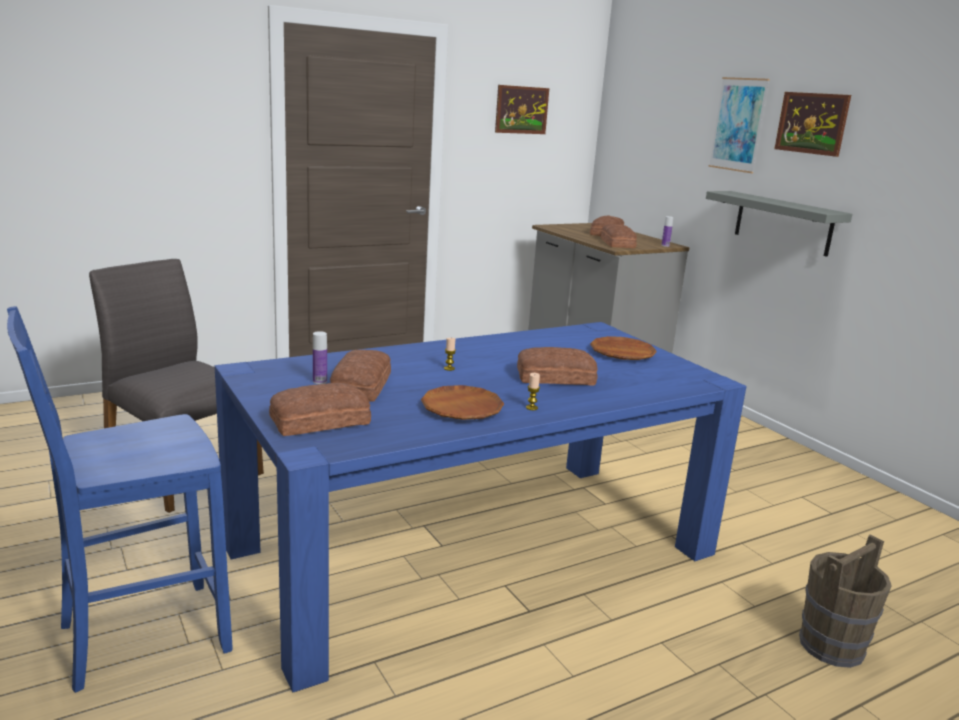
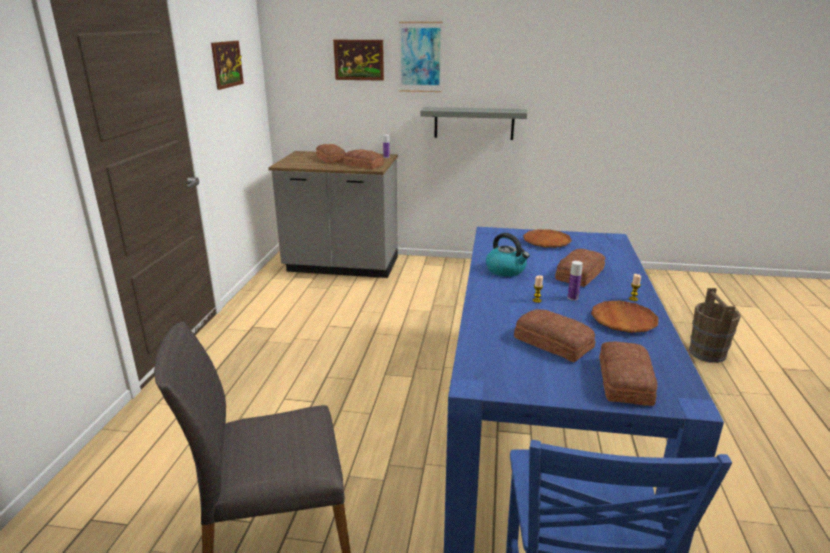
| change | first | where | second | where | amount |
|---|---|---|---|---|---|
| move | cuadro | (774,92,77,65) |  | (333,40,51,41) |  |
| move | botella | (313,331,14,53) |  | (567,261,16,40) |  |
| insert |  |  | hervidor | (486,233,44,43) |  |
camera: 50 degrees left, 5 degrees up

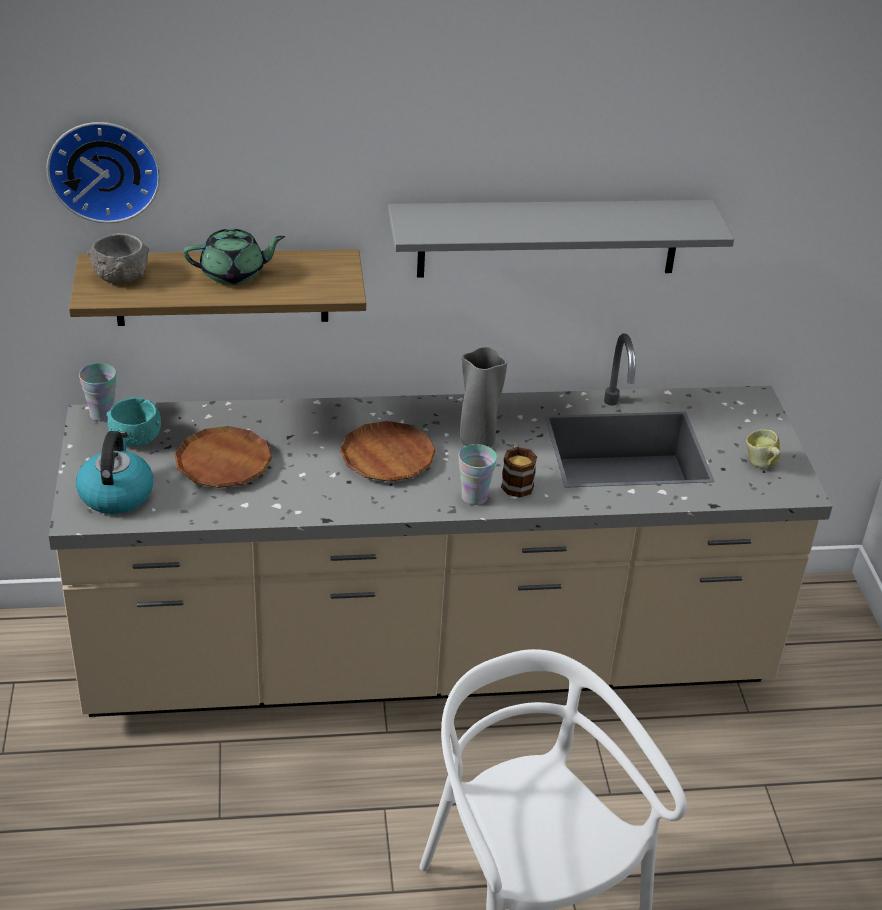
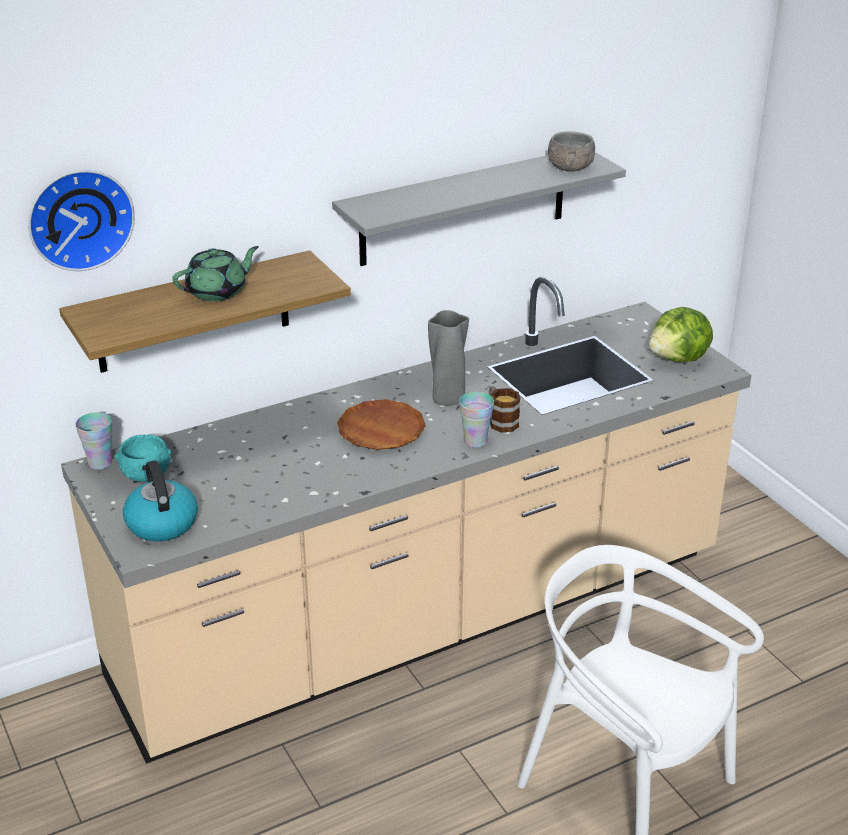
| change | first | where | second | where | amount |
|---|---|---|---|---|---|
| move | cuenco [gris] | (87,233,62,50) |  | (548,131,47,41) |  |
| delete | plato [marrón] | (174,426,98,62) |  |  |  |
| replace | taza grande | (746,429,34,39) | lechuga | (649,307,64,55) |  |
camera: 20 degrees left, 5 degrees down

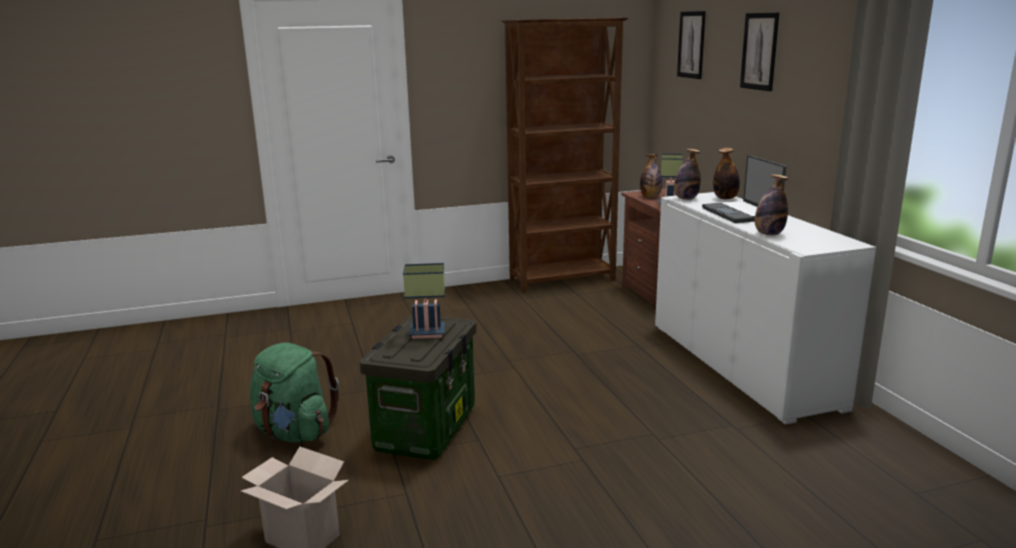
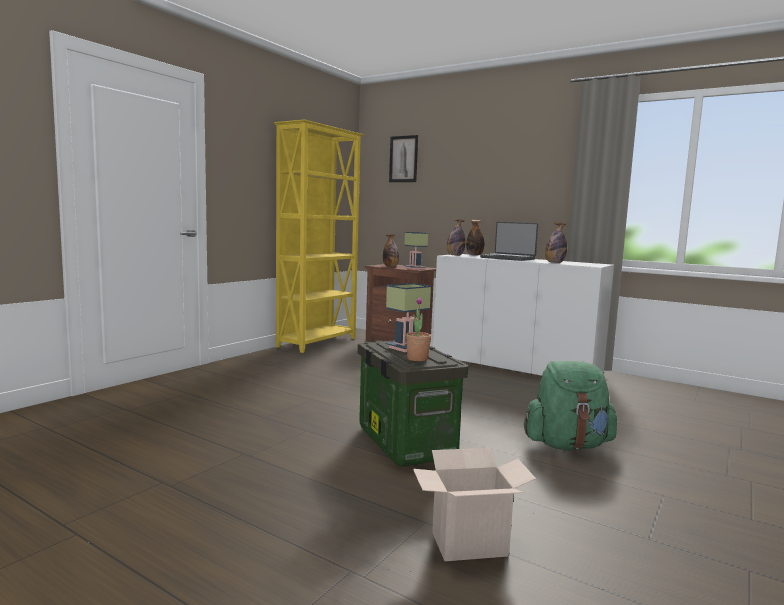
| change | first | where | second | where | amount |
|---|---|---|---|---|---|
| delete | cuadro | (740,13,39,78) |  |  |  |
| recolor | estantería [marrón] | (501,18,127,275) | estantería [amarillo] | (274,119,90,234) |  |
| move | mochila [verde] | (250,343,89,99) |  | (524,361,94,89) |  |
| insert |  |  | planta en maceta | (406,297,25,64) |  |
camera: 40 degrees left, 10 degrees down

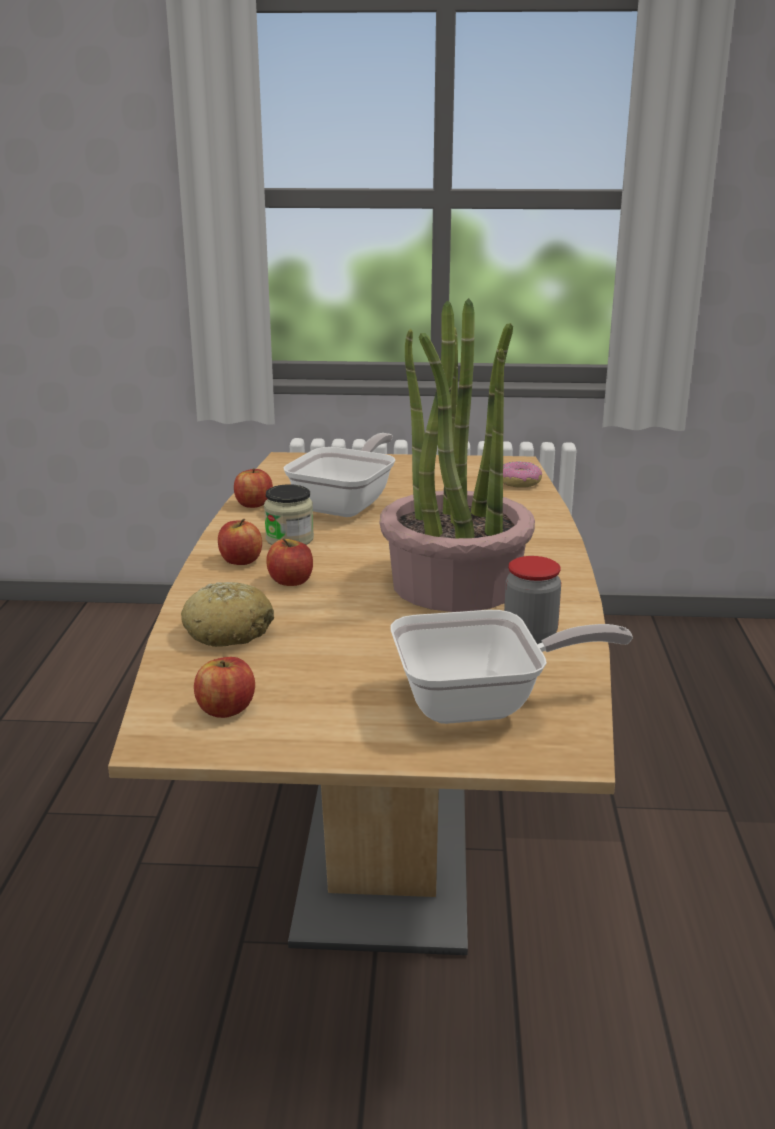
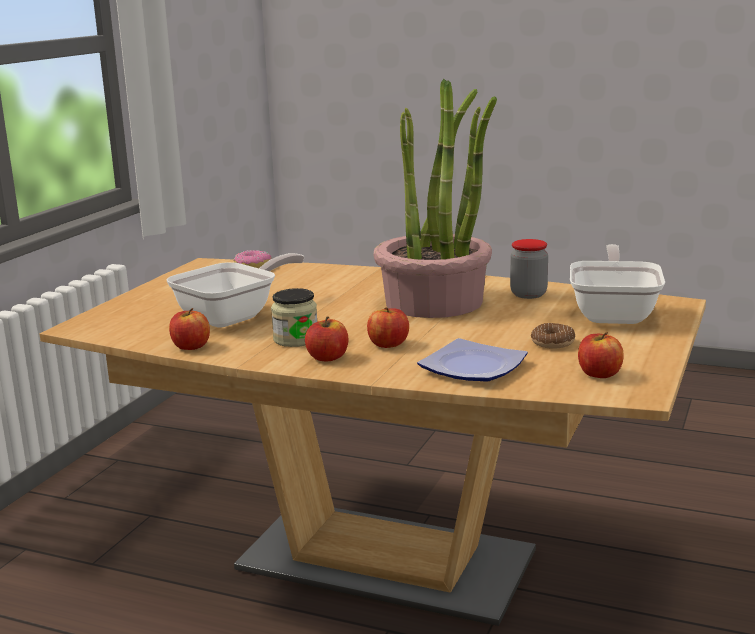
| change | first | where | second | where | amount |
|---|---|---|---|---|---|
| rotate | sartén | (283,433,112,84) |  | (167,253,137,75) | 90 degrees clockwise |
| replace | pan | (181,582,93,65) | plato | (417,338,111,44) |  |
| insert |  |  | rosquilla | (531,323,44,26) |  |
camera: 70 degrees left, 5 degrees down

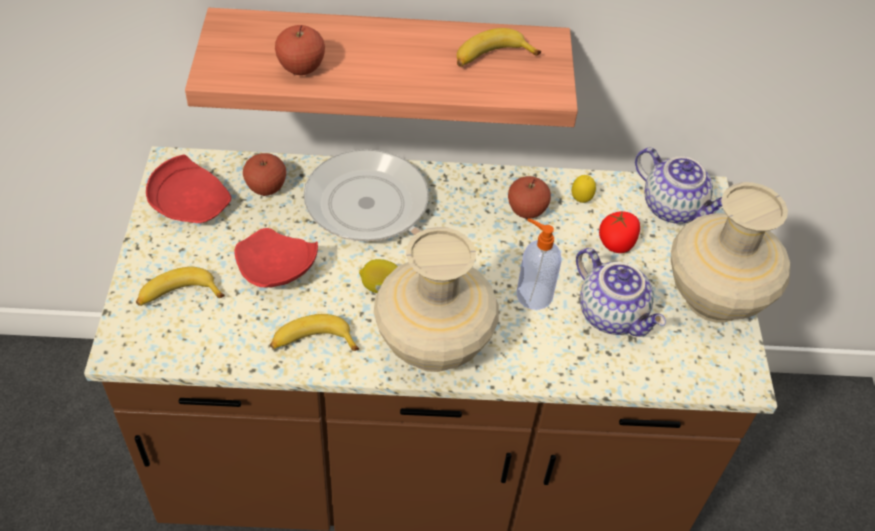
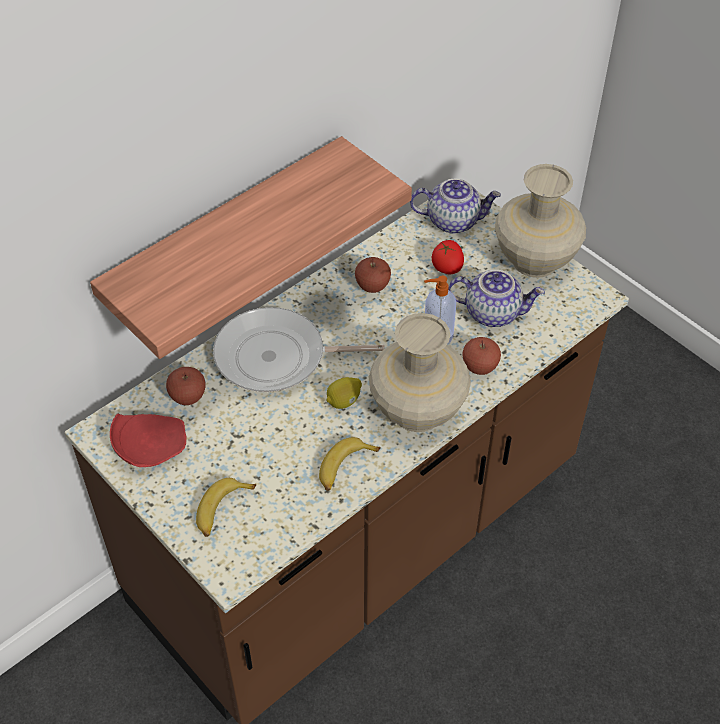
| change | first | where | second | where | amount |
|---|---|---|---|---|---|
| move | manzana | (275,25,50,50) |  | (462,337,39,38) |  |
| delete | plátano | (457,28,84,39) |  |  |  |
| delete | limón | (572,175,24,28) |  |  |  |
| delete | plato [rojo] | (234,228,84,60) |  |  |  |
camera: 40 degrees left, 0 degrees up

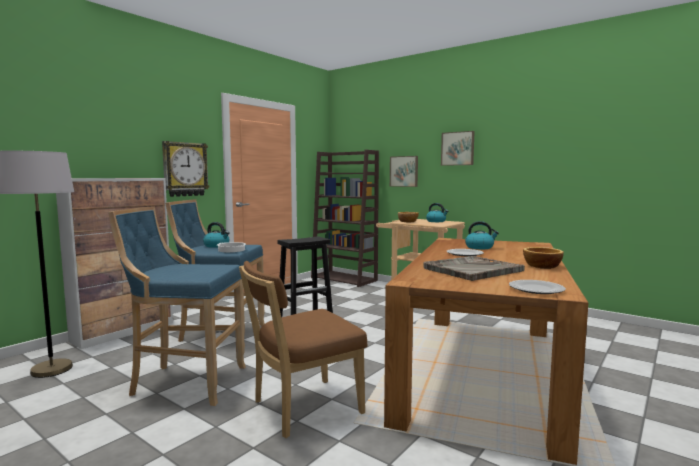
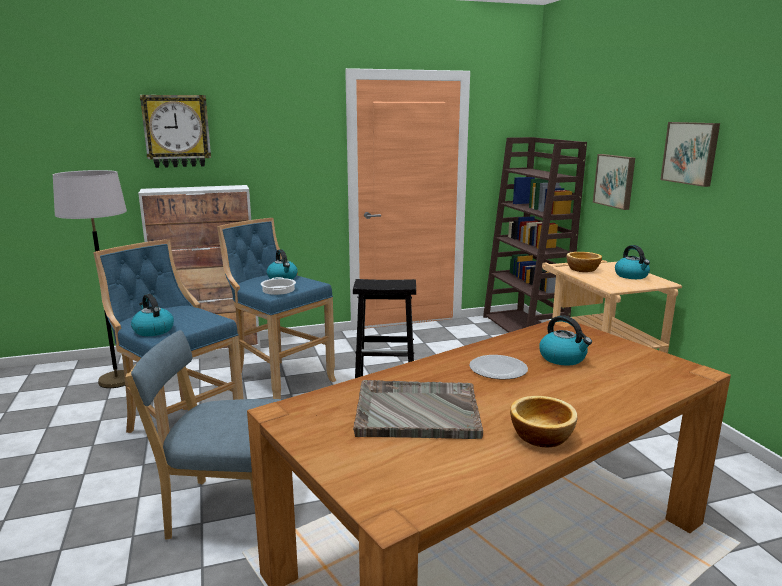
| change | first | where | second | where | amount |
|---|---|---|---|---|---|
| move | reloj de pared | (162,141,48,56) |  | (140,95,71,73) |  |
| recolor | silla [marrón] | (239,261,129,177) | silla [azul] | (126,330,157,210) |  |
| delete | plato | (509,280,57,14) |  |  |  |
| insert |  |  | hervidor | (131,294,43,42) |  |
camera: 35 degrees right, 10 degrees up

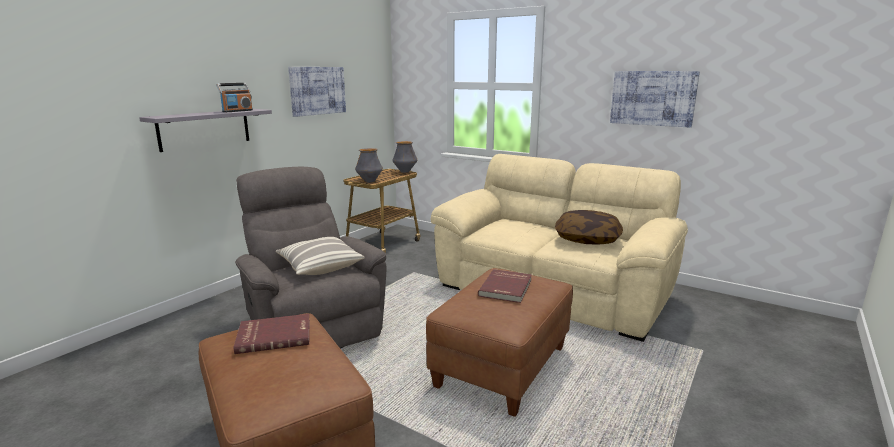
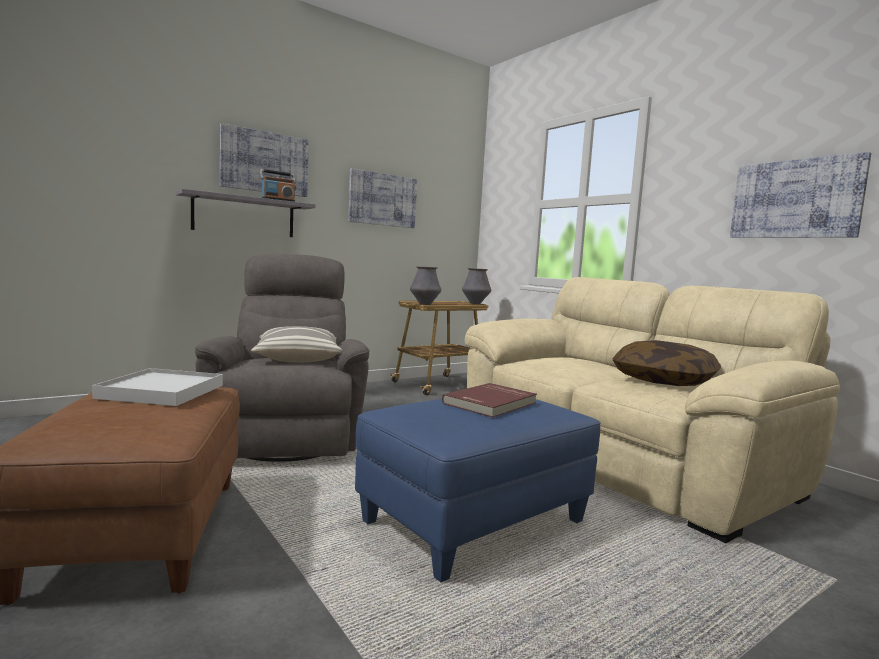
| change | first | where | second | where | amount |
|---|---|---|---|---|---|
| recolor | puf [marrón] | (426,268,147,149) | puf [azul] | (355,399,245,183) |  |
| replace | libro [rojo] | (234,314,76,40) | bandeja [blanco] | (92,368,131,38) |  |
| insert |  |  | cuadro | (220,123,89,74) |  |
camera: 20 degrees right, 10 degrees down

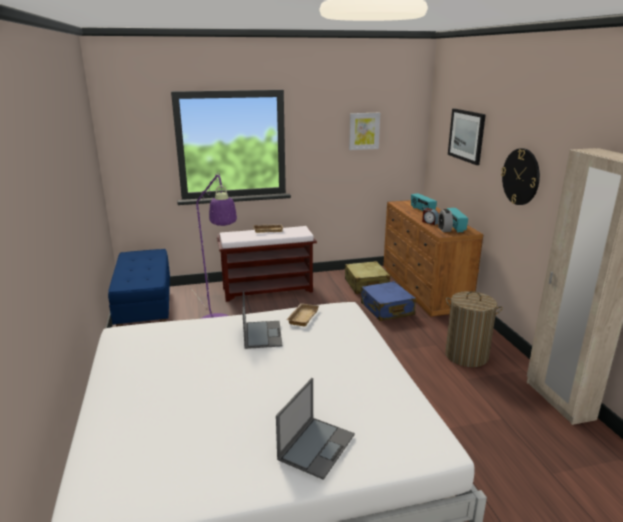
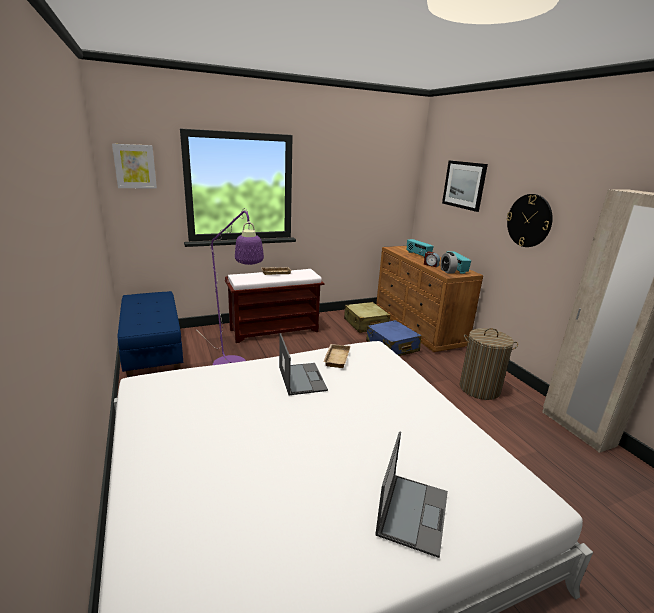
| change | first | where | second | where | amount |
|---|---|---|---|---|---|
| move | cuadro | (349,113,31,37) |  | (112,144,45,44) |  |
camera: 10 degrees left, 0 degrees up

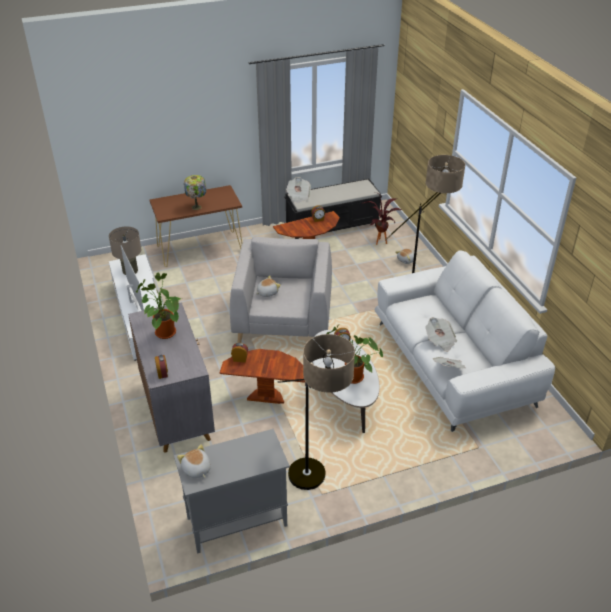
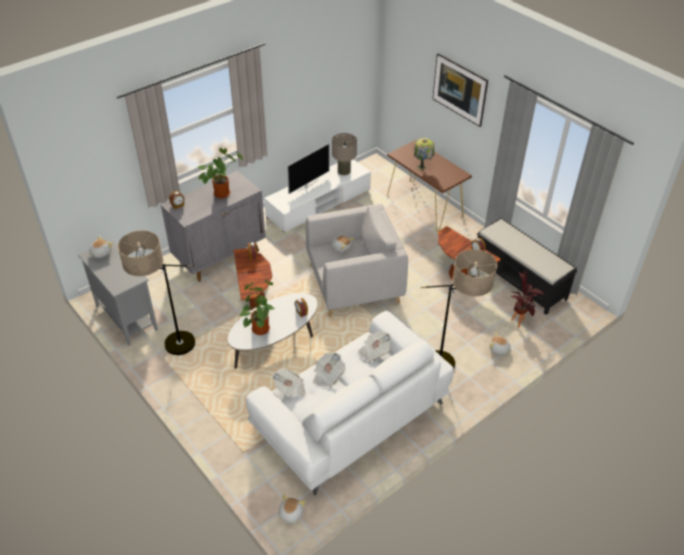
| change | first | where | second | where | amount |
|---|---|---|---|---|---|
| move | periódico | (286,177,25,26) |  | (358,331,34,31) |  |
| insert |  |  | cuadro | (432,53,56,74) |  |
| insert |  |  | peluche | (279,494,26,31) |  |
camera: 70 degrees right, 5 degrees up

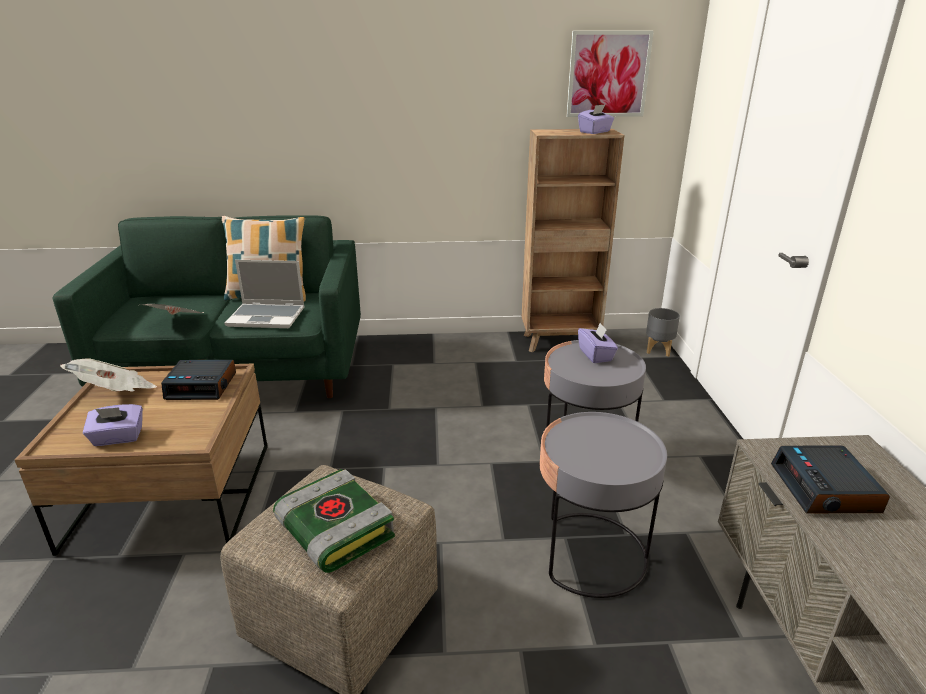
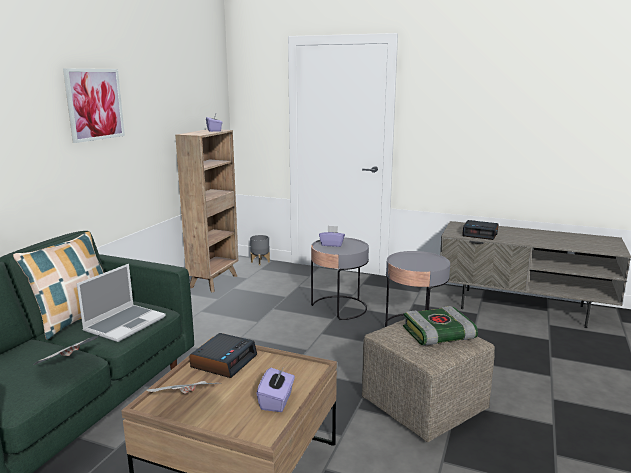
| change | first | where | second | where | amount |
|---|---|---|---|---|---|
| move | cuadro | (566,31,88,86) |  | (63,69,62,74) |  |
camera: 65 degrees left, 10 degrees down

